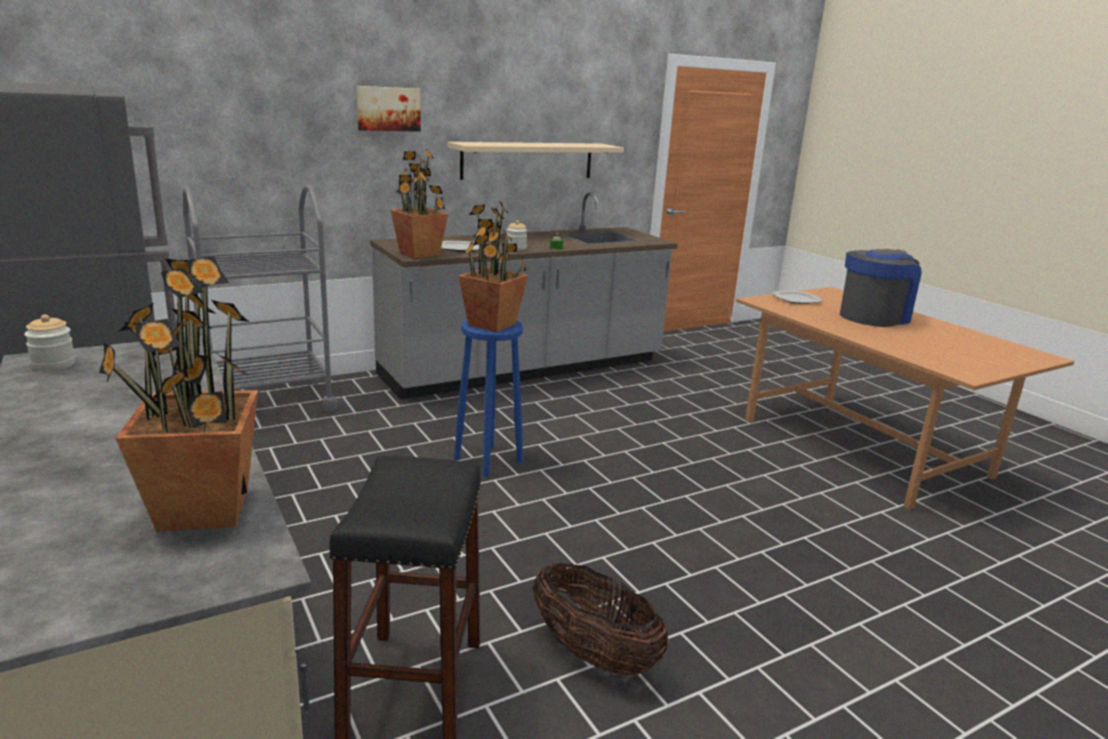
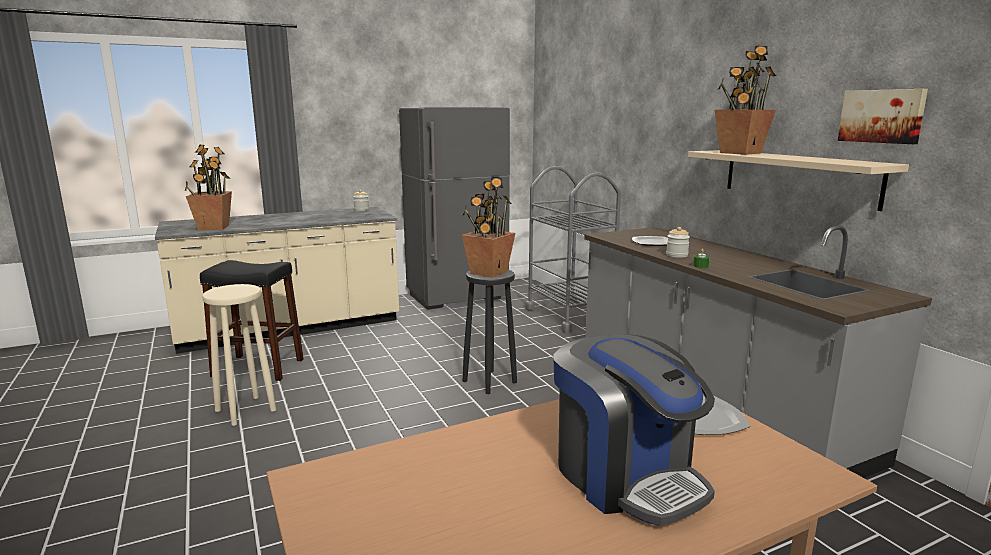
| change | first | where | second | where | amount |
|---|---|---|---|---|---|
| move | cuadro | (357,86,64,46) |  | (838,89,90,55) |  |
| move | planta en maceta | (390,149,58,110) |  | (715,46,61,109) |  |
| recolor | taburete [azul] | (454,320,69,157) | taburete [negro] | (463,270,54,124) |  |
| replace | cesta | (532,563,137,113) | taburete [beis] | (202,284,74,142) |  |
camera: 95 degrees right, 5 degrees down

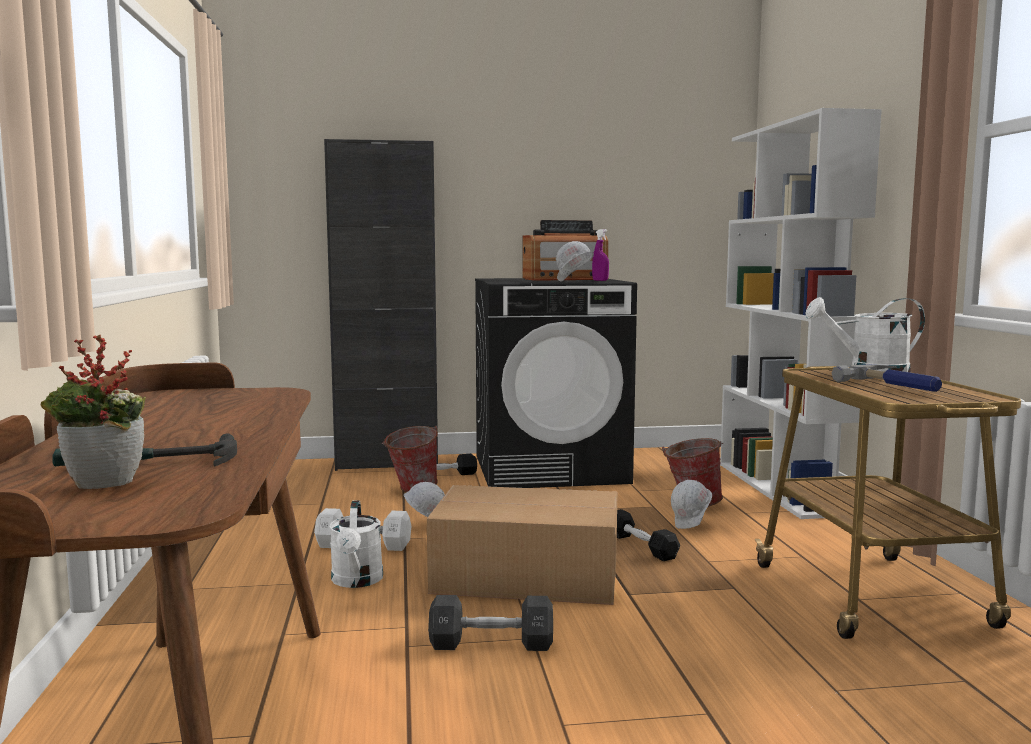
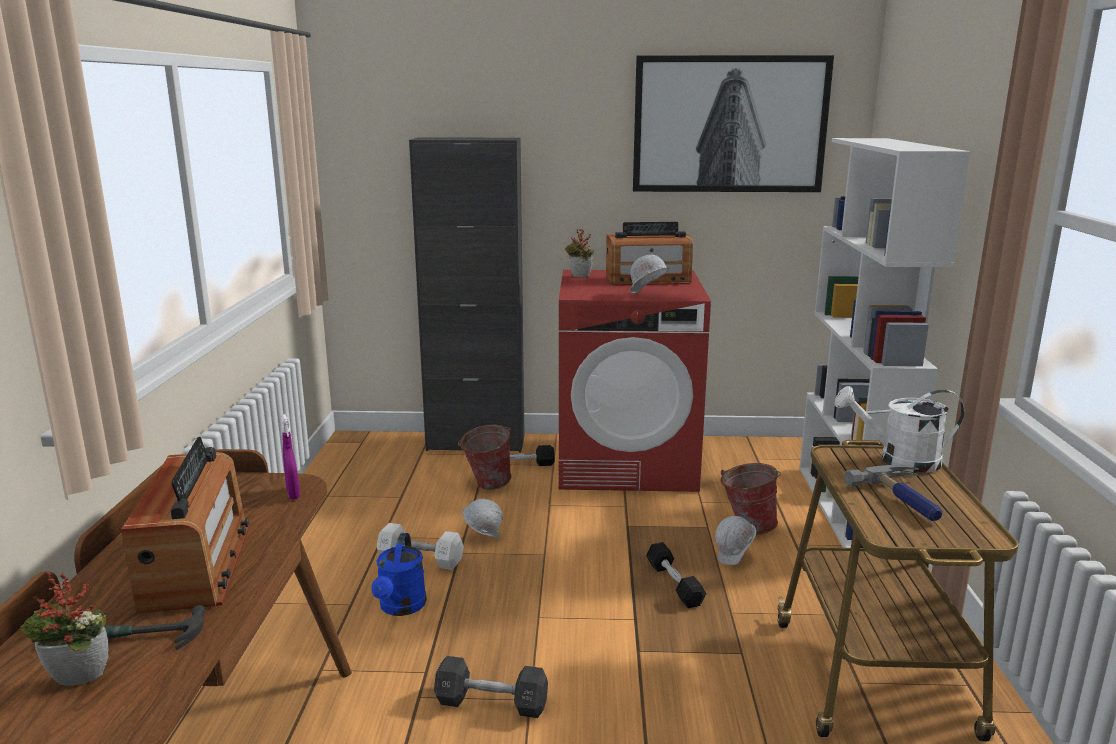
| change | first | where | second | where | amount |
|---|---|---|---|---|---|
| move | pulverizador [morado] | (592,229,17,52) |  | (282,414,18,85) |  |
| recolor | lavadora [negro] | (475,278,162,210) | lavadora [rojo] | (559,270,152,222) |  |
| delete | caja de cartón | (427,485,191,120) |  |  |  |
| recolor | regadera [blanco] | (329,500,54,88) | regadera [azul] | (371,533,56,83) |  |
| insert |  |  | cuadro | (633,55,201,137) |  |
| insert |  |  | planta en maceta | (565,229,29,48) |  |
| insert |  |  | radio | (121,437,129,177) |  |
camera: 10 degrees right, 10 degrees up

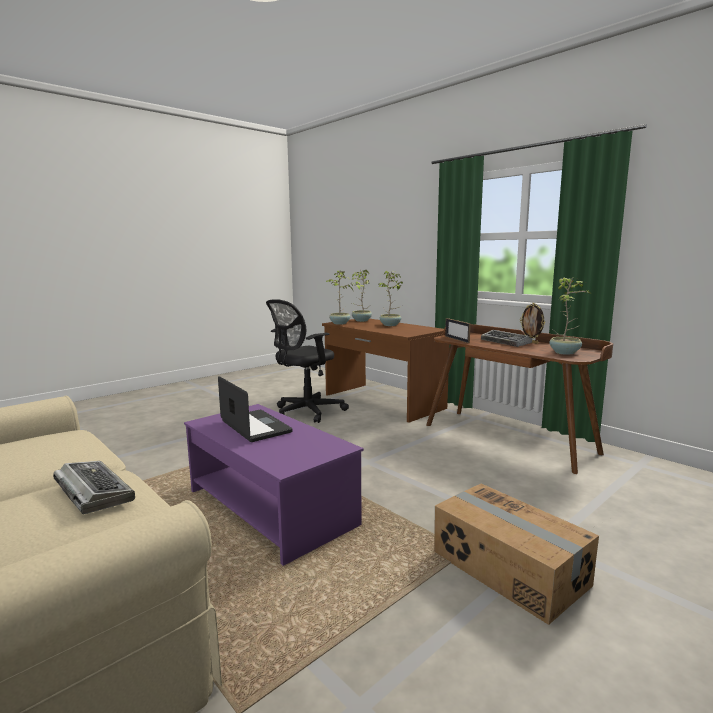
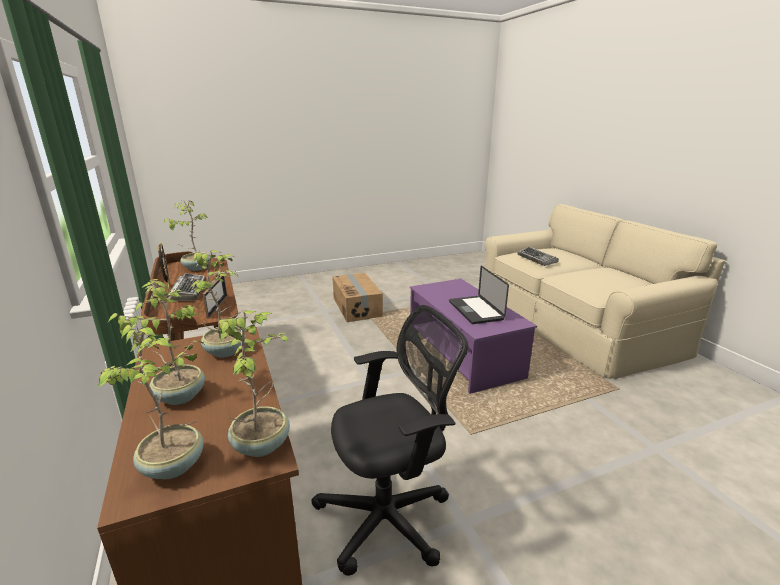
| change | first | where | second | where | amount |
|---|---|---|---|---|---|
| insert |  |  | planta en maceta | (190,250,56,108) |  |
camera: 160 degrees left, 10 degrees up

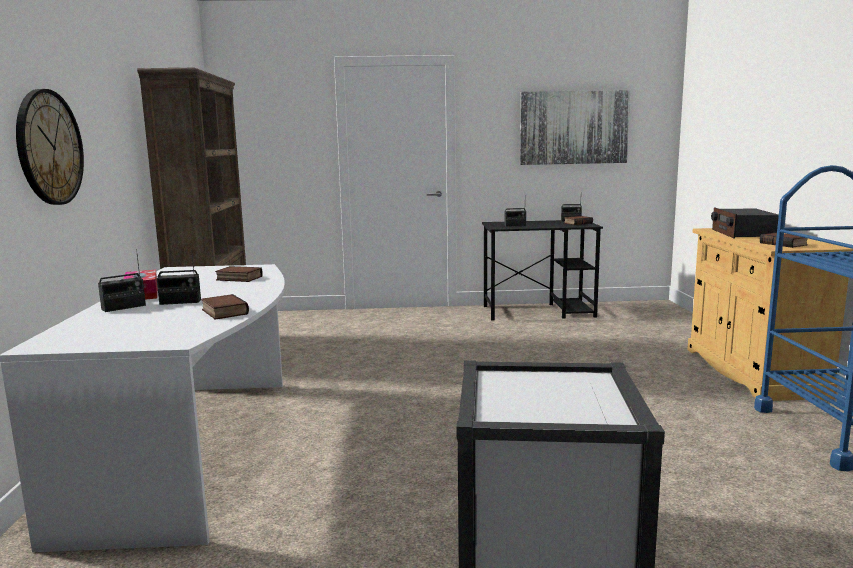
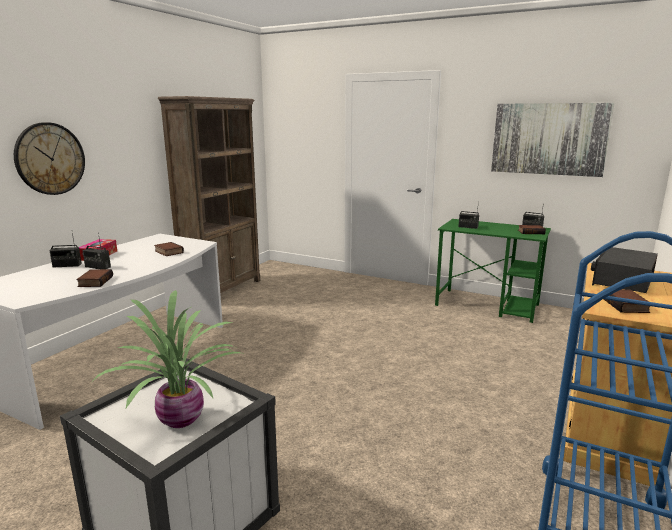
| change | first | where | second | where | amount |
|---|---|---|---|---|---|
| recolor | escritorio [negro] | (482,220,121,101) | escritorio [verde] | (435,219,116,104) |  |
| insert |  |  | planta en maceta | (93,290,150,138) |  |
camera: 30 degrees right, 5 degrees up

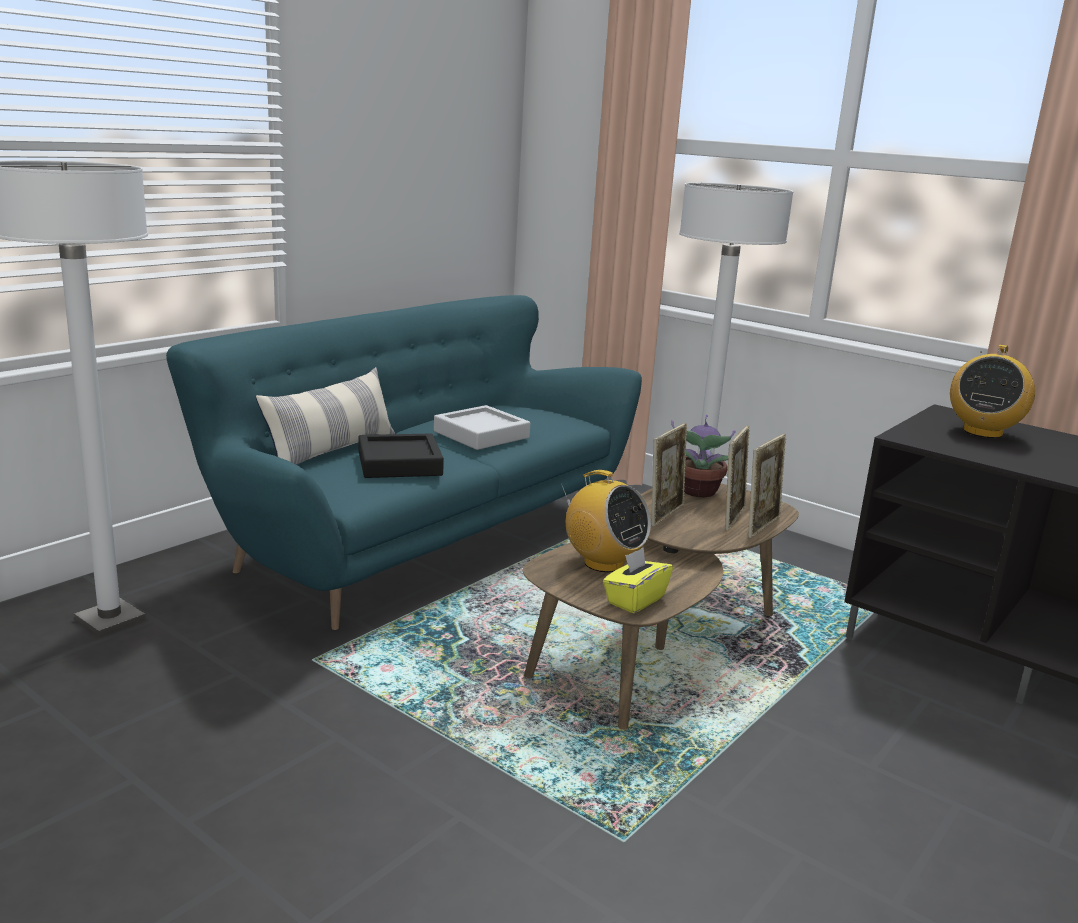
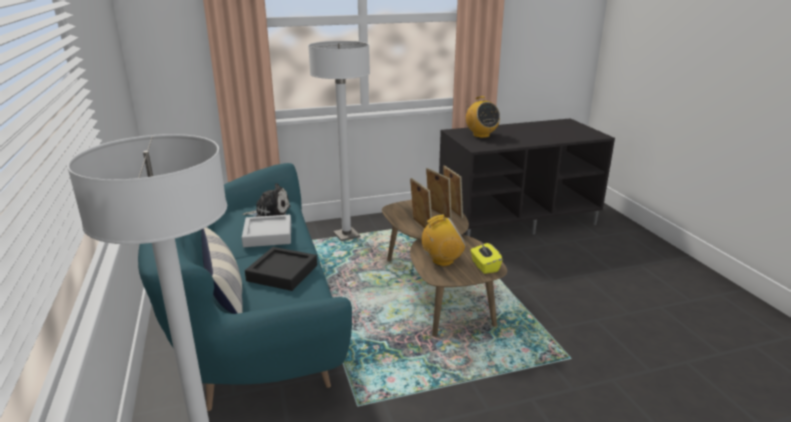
| change | first | where | second | where | amount |
|---|---|---|---|---|---|
| delete | planta en maceta | (671,415,64,82) |  |  |  |
| insert |  |  | peluche | (242,183,48,34) |  |
camera: 55 degrees left, 5 degrees up

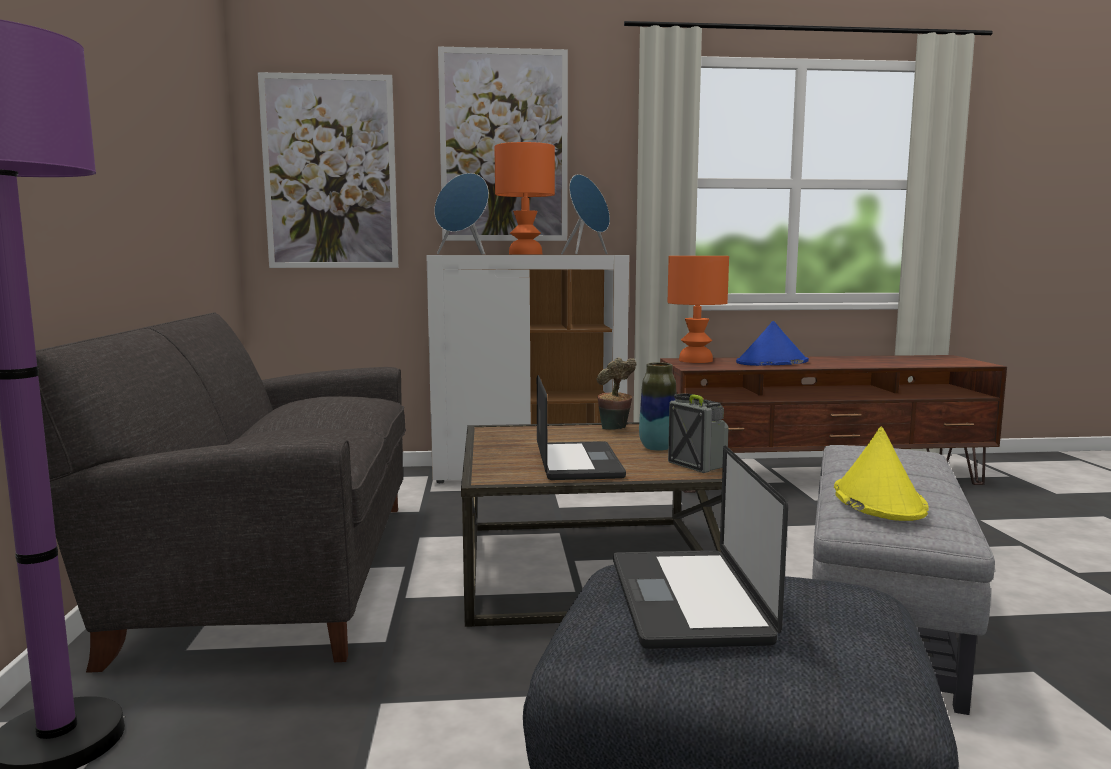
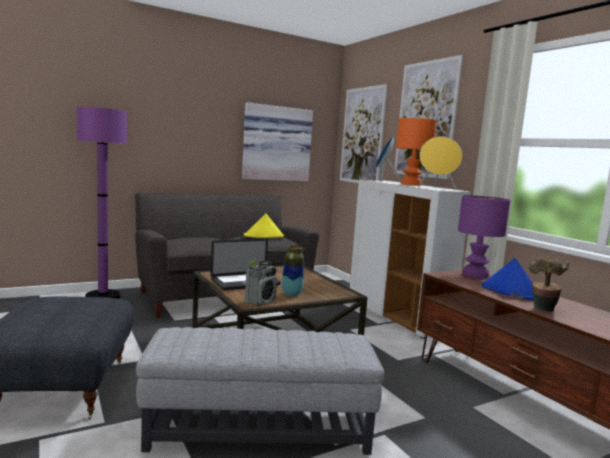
| change | first | where | second | where | amount |
|---|---|---|---|---|---|
| recolor | altavoz [azul] | (561,174,49,80) | altavoz [amarillo] | (418,137,44,53) |  |
| recolor | lámpara de mesa [naranja] | (668,256,61,107) | lámpara de mesa [morado] | (458,195,52,84) |  |
| move | planta en maceta | (596,357,40,73) |  | (528,256,41,56) |  |
| move | sombrero [amarillo] | (834,427,95,94) |  | (244,213,40,25) |  |
| delete | portátil | (613,445,175,204) |  |  |  |
| insert |  |  | cuadro | (242,102,71,79) |  |
camera: 65 degrees right, 0 degrees up

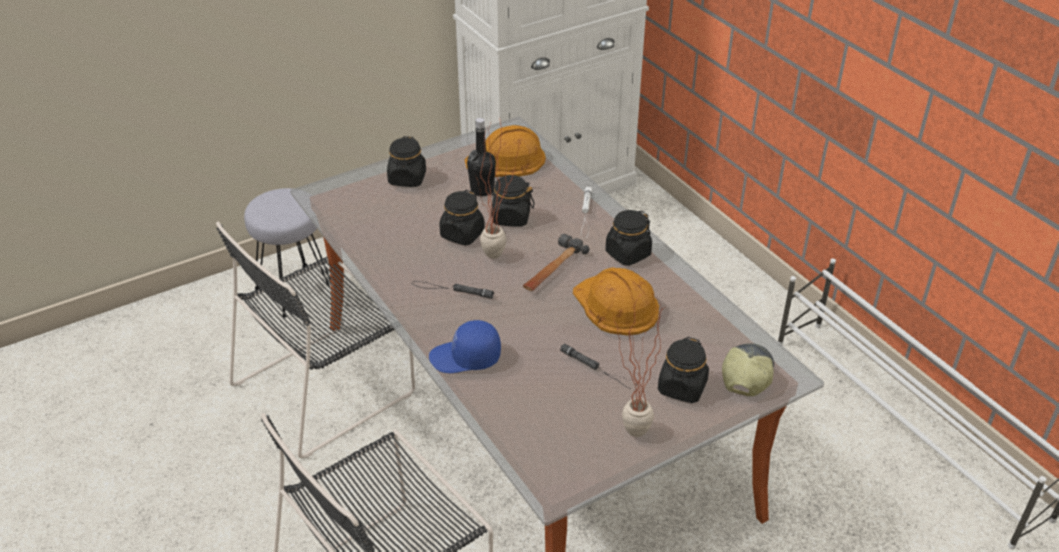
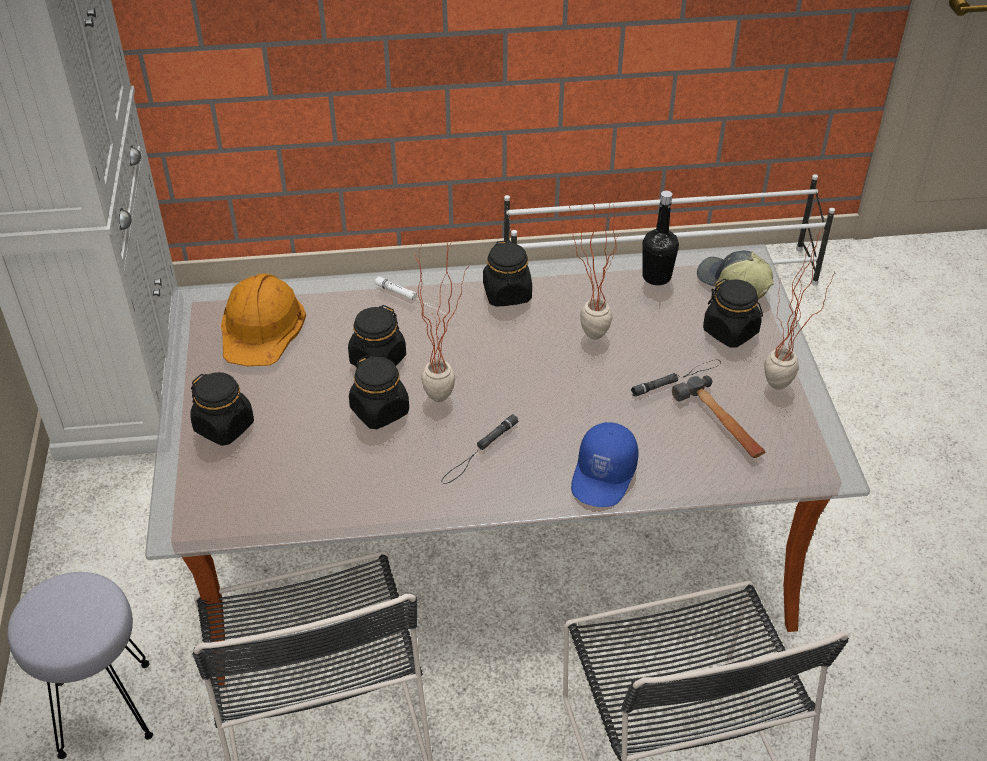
| change | first | where | second | where | amount |
|---|---|---|---|---|---|
| move | botella [negro] | (467,118,29,78) |  | (642,191,37,94) |  |
| move | martillo | (523,233,66,58) |  | (672,376,94,82) |  |
| replace | casco [naranja] | (573,267,86,69) | planta en maceta | (566,175,55,165) |  |
camera: 65 degrees left, 5 degrees up

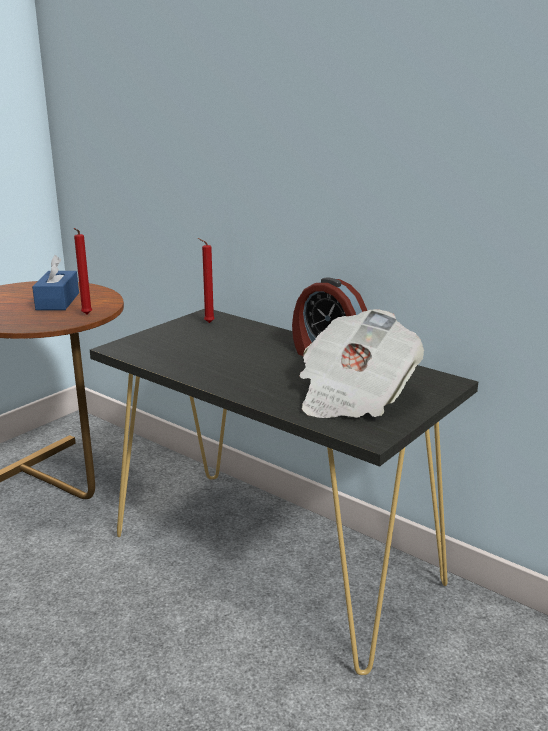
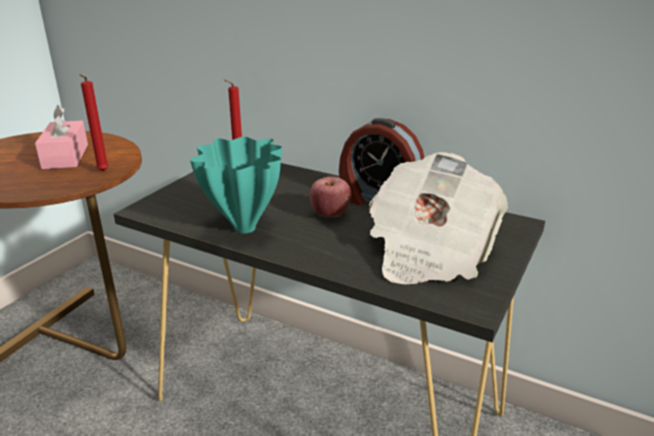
| change | first | where | second | where | amount |
|---|---|---|---|---|---|
| recolor | caja de pañuelos [azul] | (32,255,47,55) | caja de pañuelos [rosa] | (35,105,53,65) |  |
| insert |  |  | florero [turquesa] | (190,137,92,96) |  |
| insert |  |  | manzana | (310,177,41,41) |  |
camera: 10 degrees left, 5 degrees up

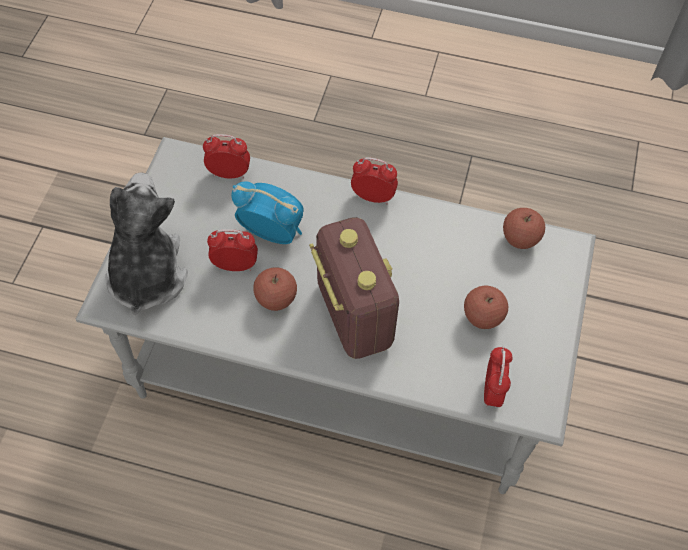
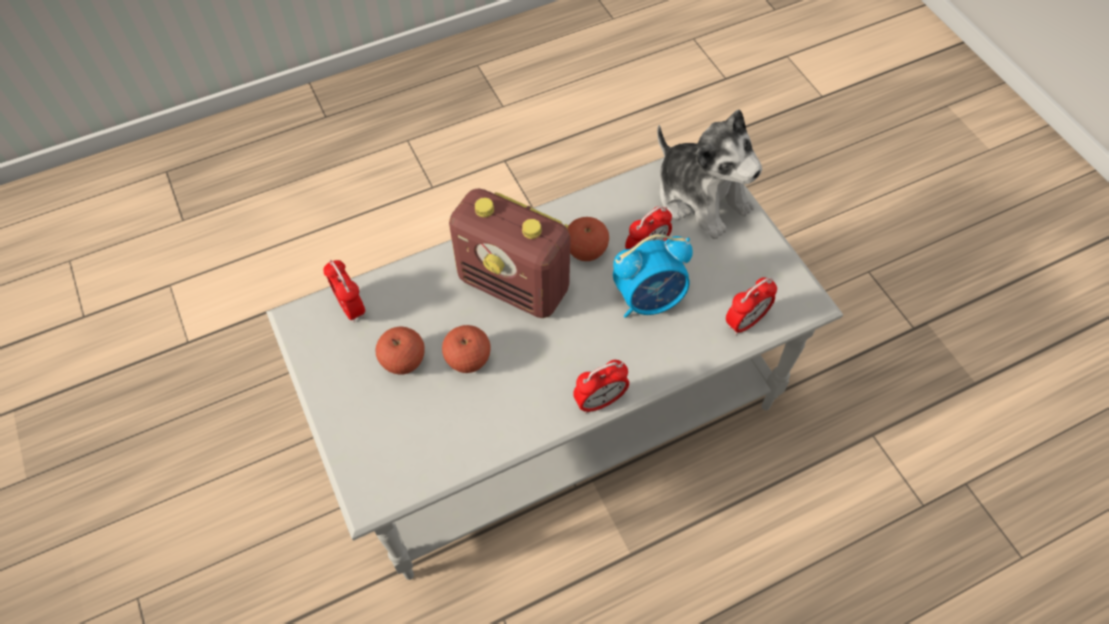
| change | first | where | second | where | amount |
|---|---|---|---|---|---|
| move | manzana | (503,208,42,41) |  | (442,325,49,48) |  |
camera: 140 degrees right, 0 degrees up

